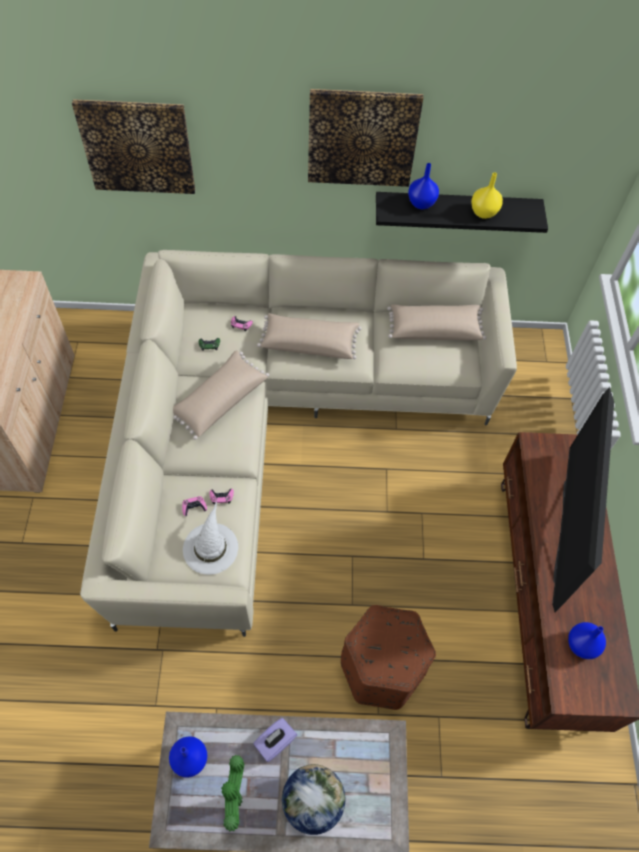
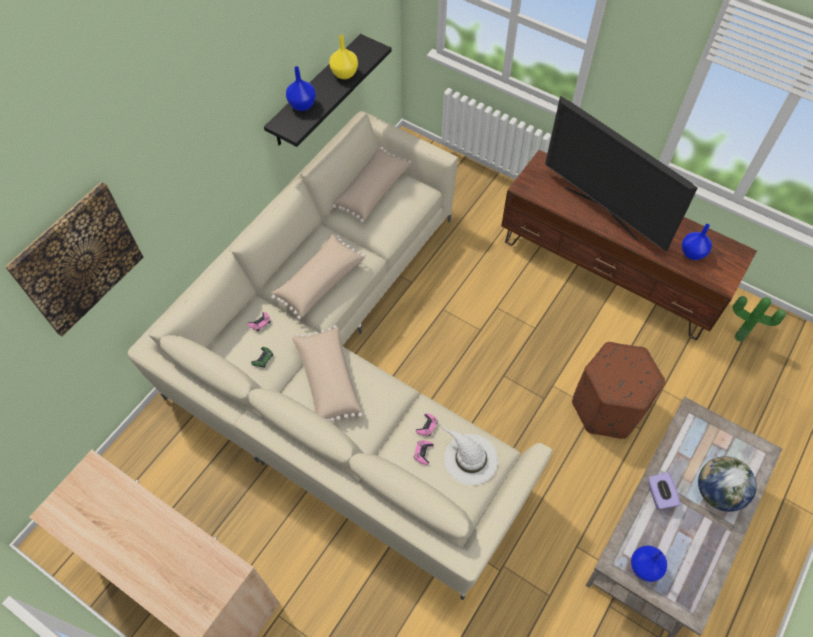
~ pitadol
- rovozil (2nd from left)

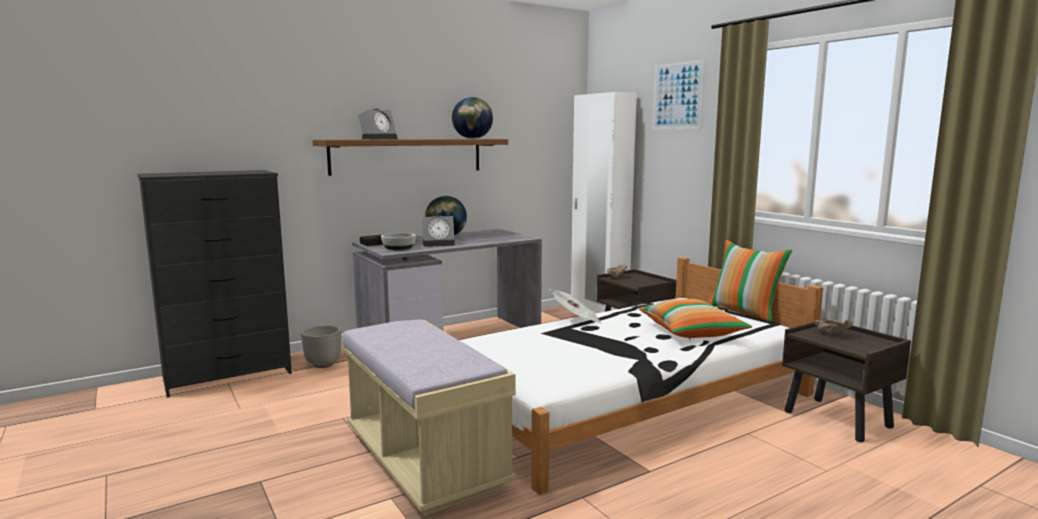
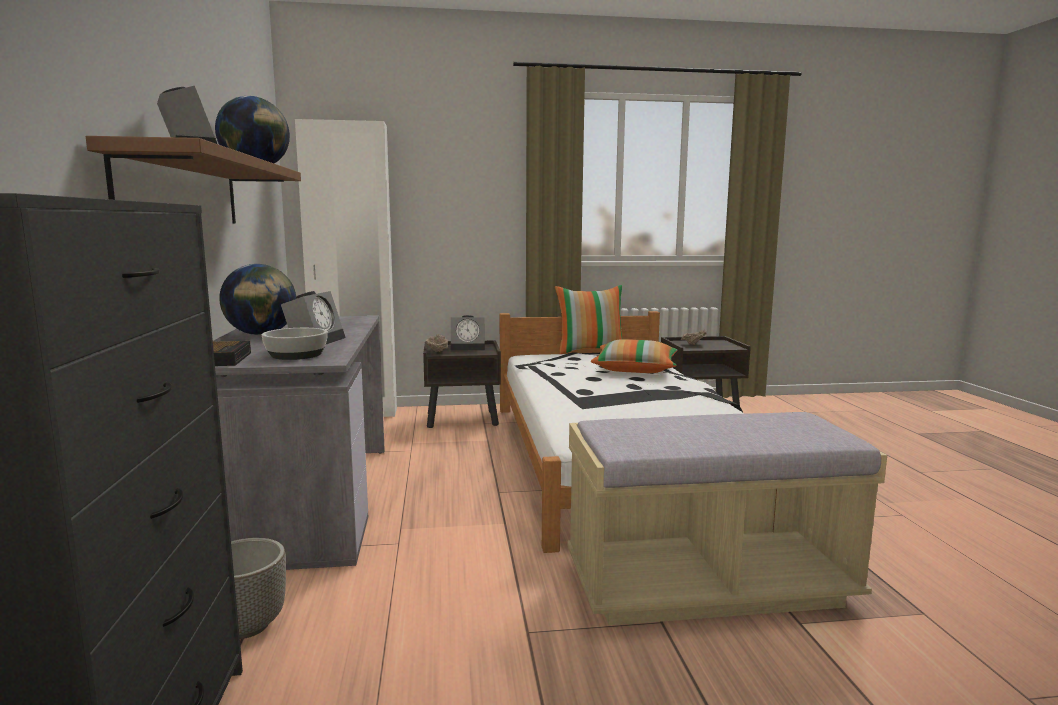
- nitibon
- rovozil
+ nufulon (4th from left)

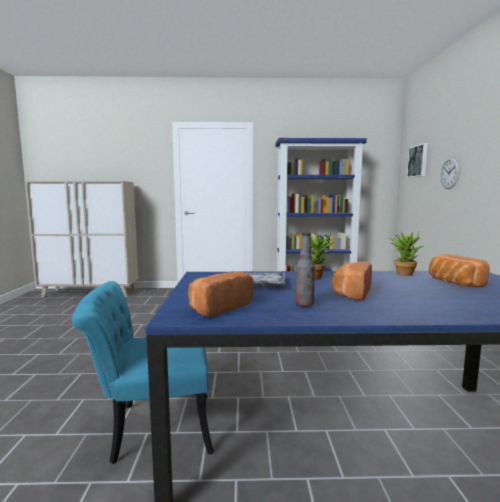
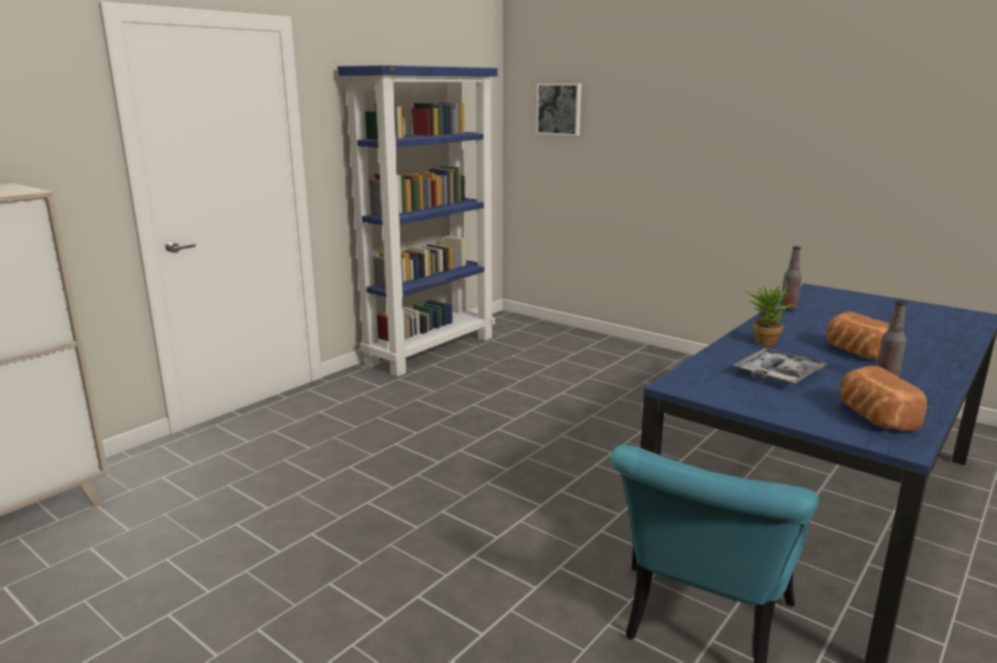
~ pitadol (2nd from left) to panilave (1st from left)
- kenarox (3rd from left)
- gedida

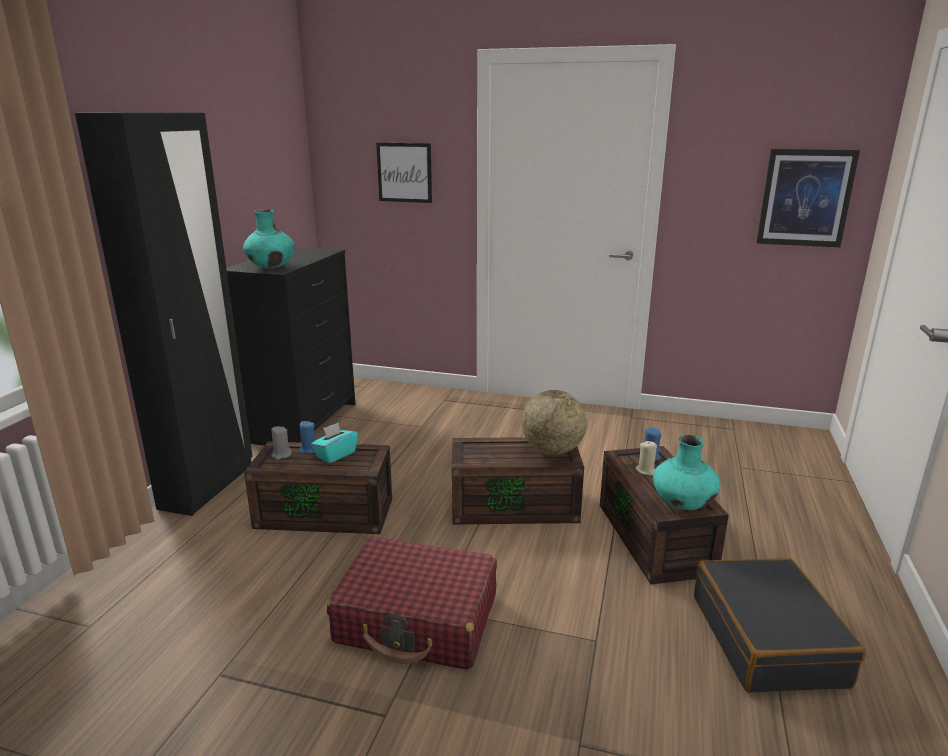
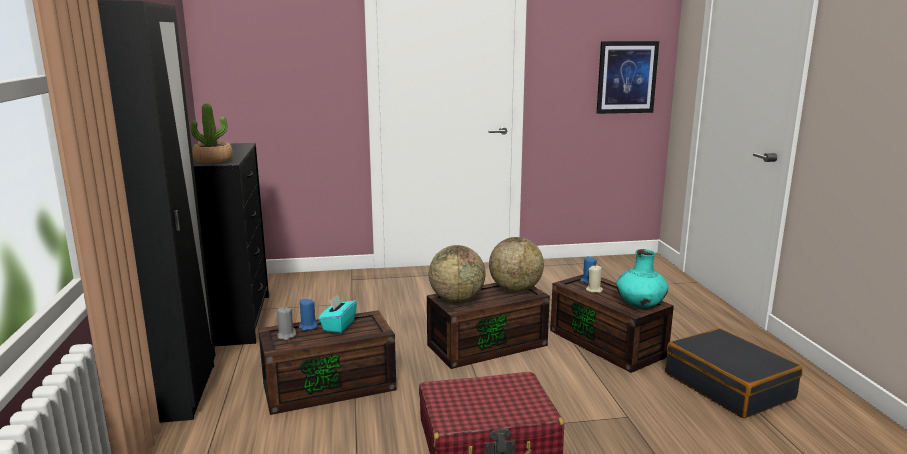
~ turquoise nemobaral (1st from left) to pitadol
- rovozil (1st from left)
+ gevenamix (1st from left)

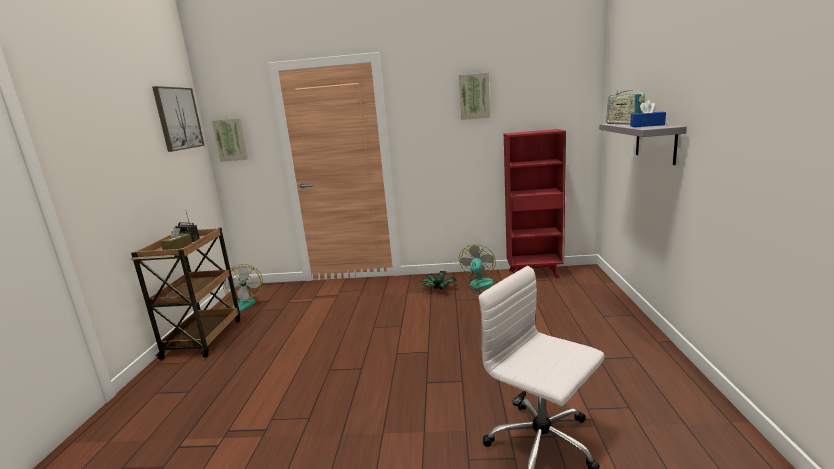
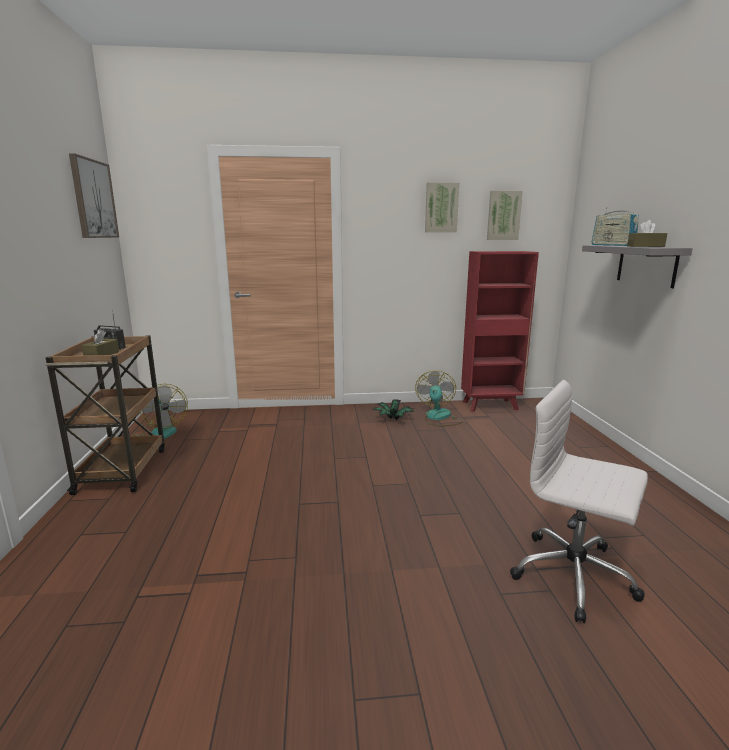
~ rovozil (2nd from left in the first image) to rovozil (3rd from left)
~ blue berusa to brown berusa (2nd from left)

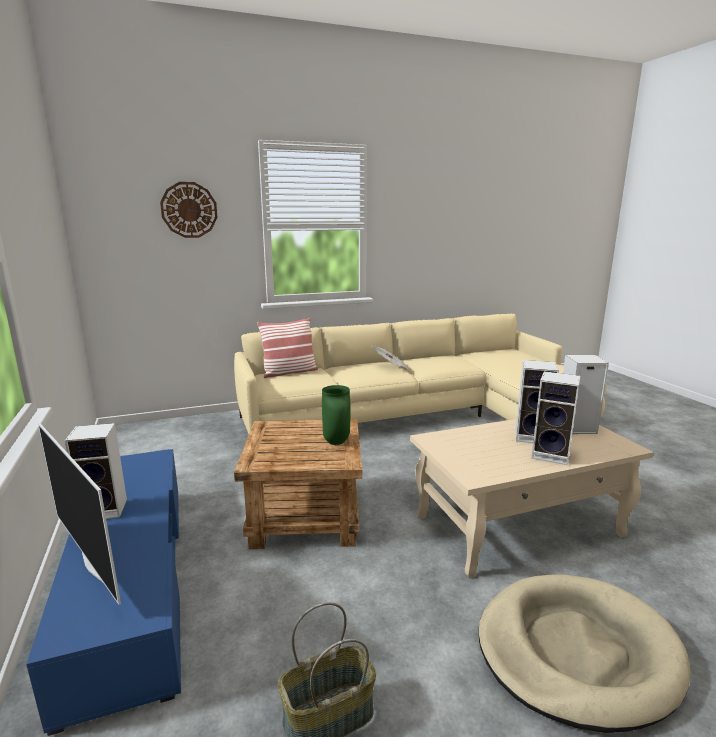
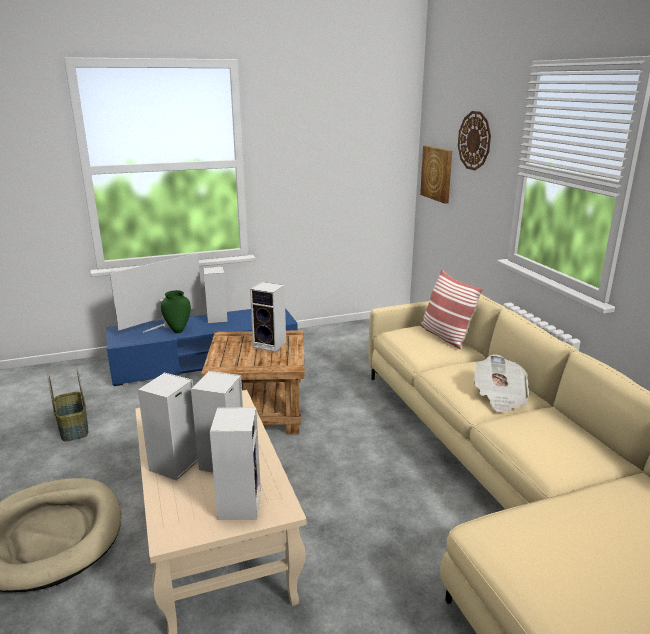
~ green nemobaral
+ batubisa (5th from left)
+ rovozil

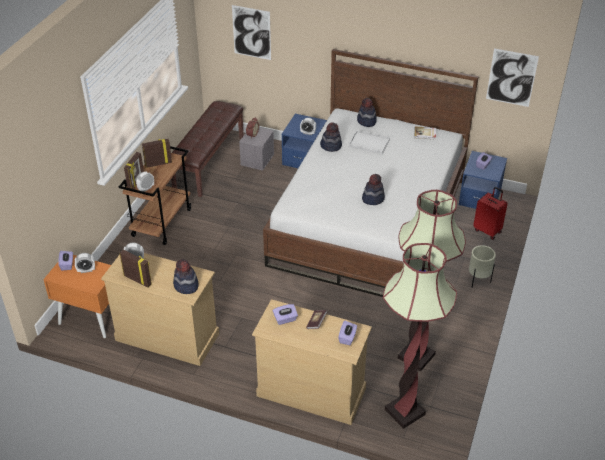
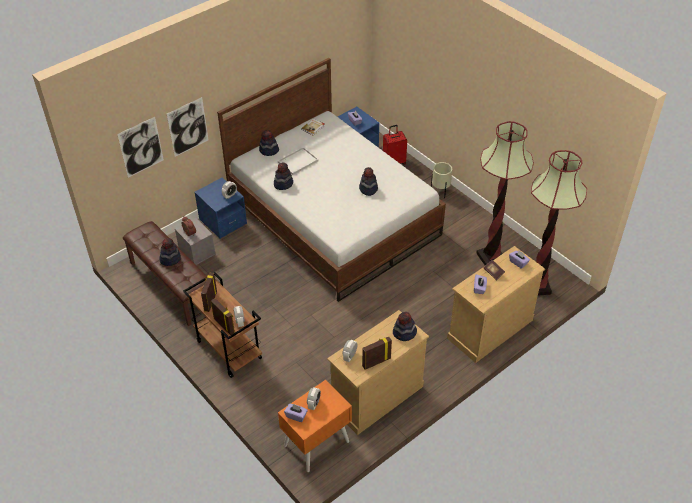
~ rovozil (2nd from left)
+ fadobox (1st from left)

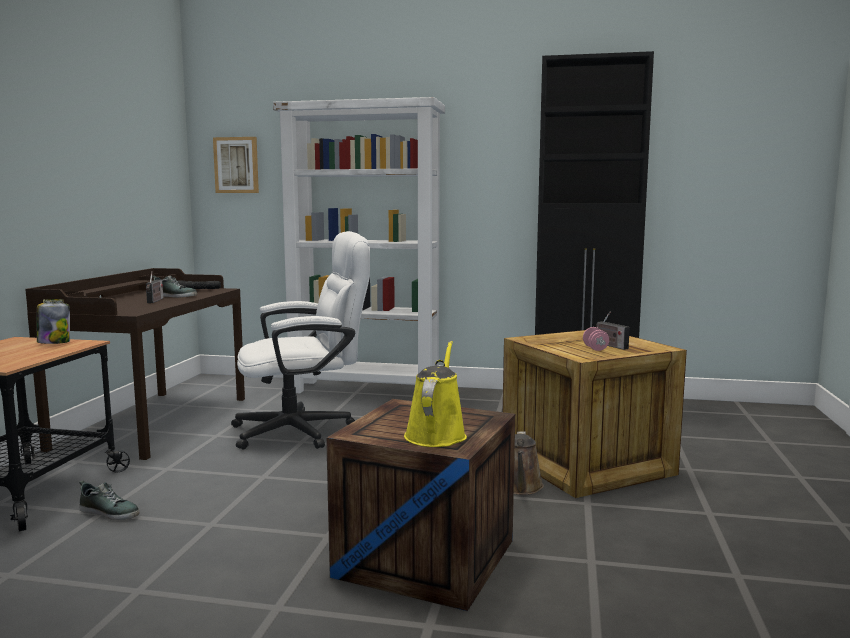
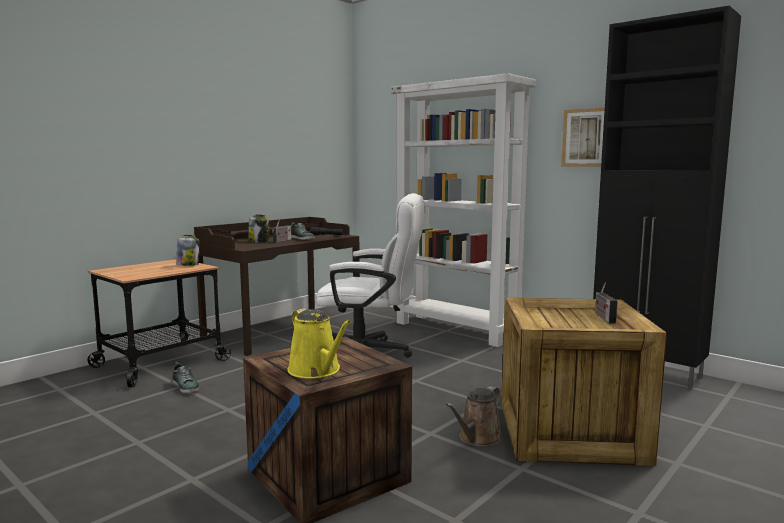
~ rovozil
~ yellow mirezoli 105 degrees clockwise
- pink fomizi
+ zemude (2nd from left)

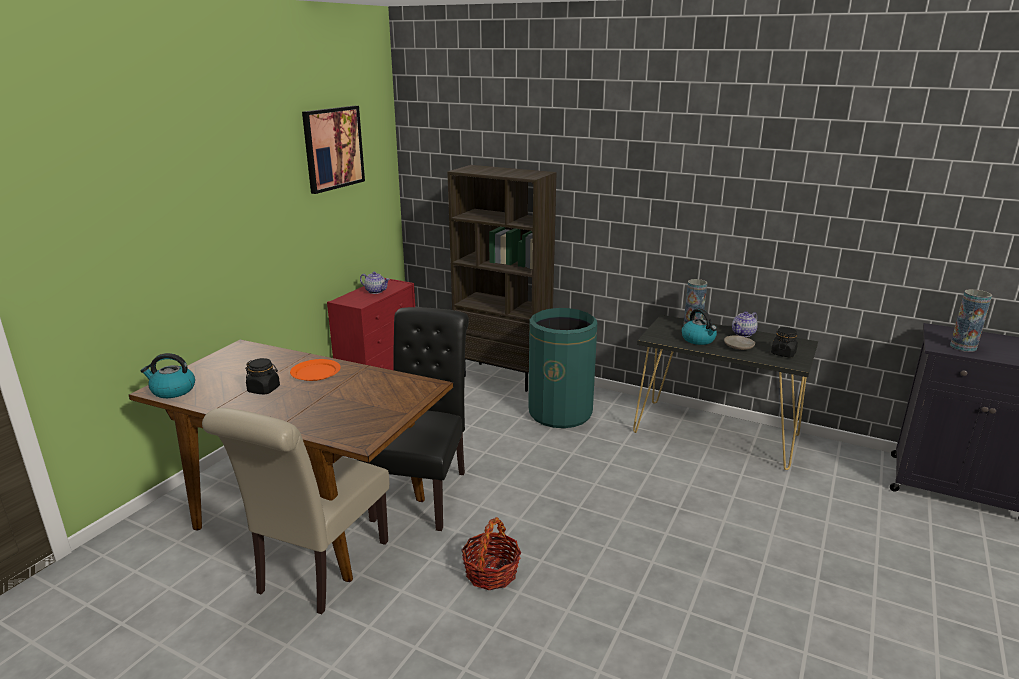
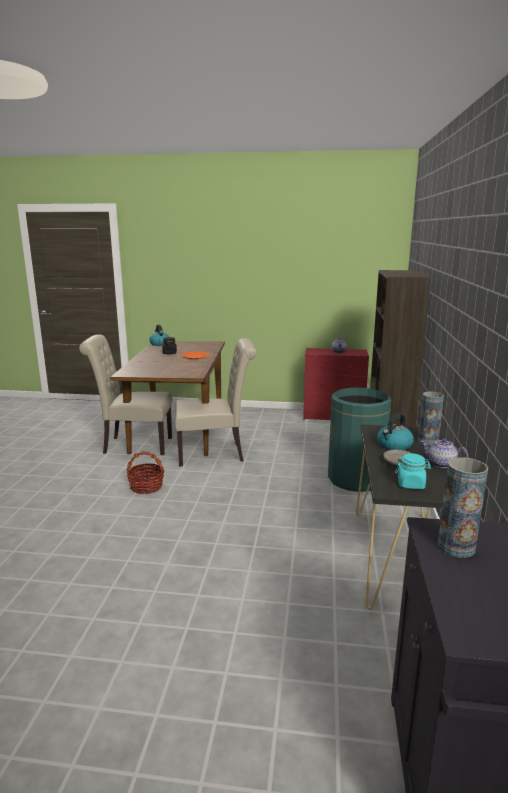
- rovozil
~ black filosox to beige filosox (2nd from left)
~ black zemude (2nd from left) to turquoise zemude

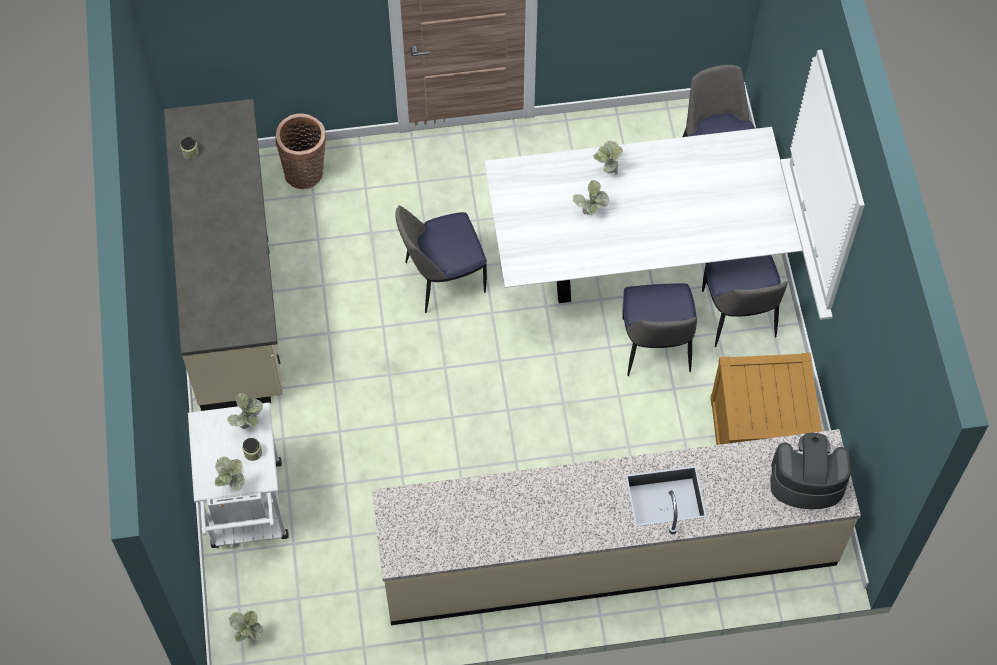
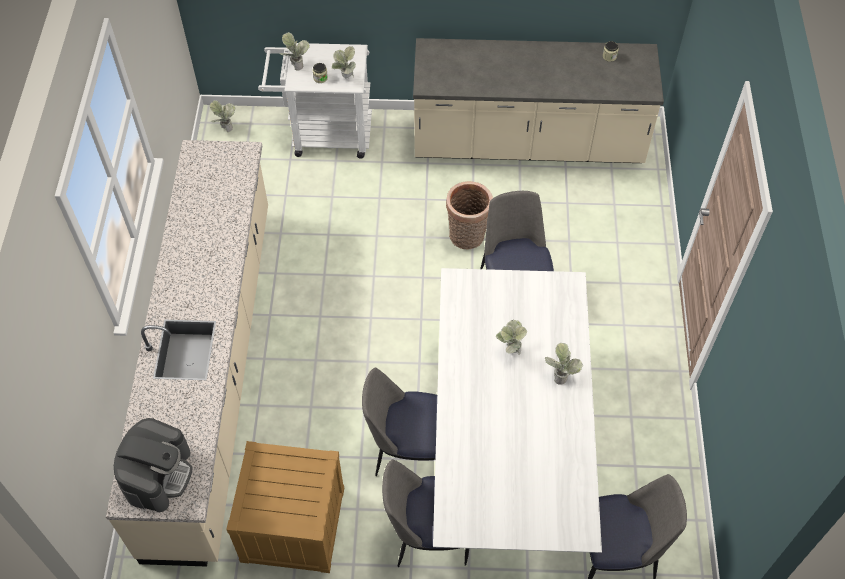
~ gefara

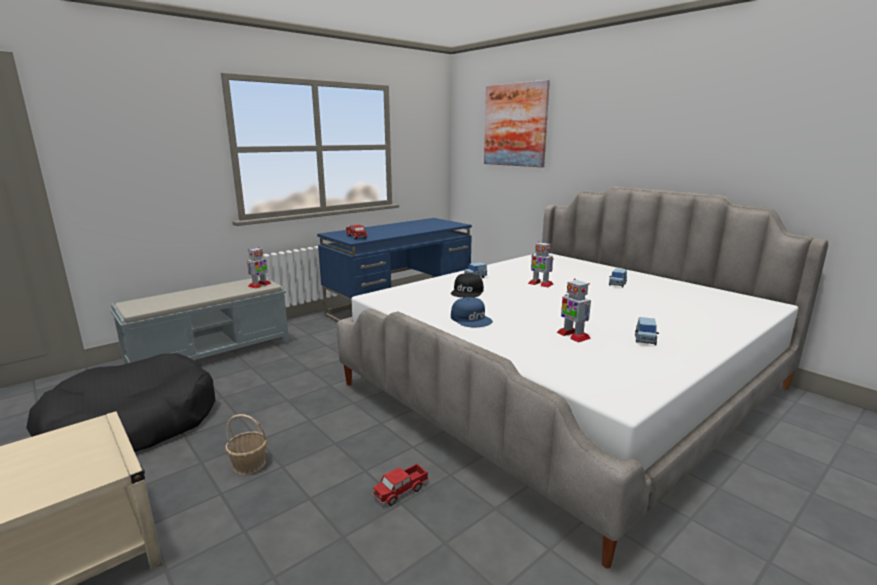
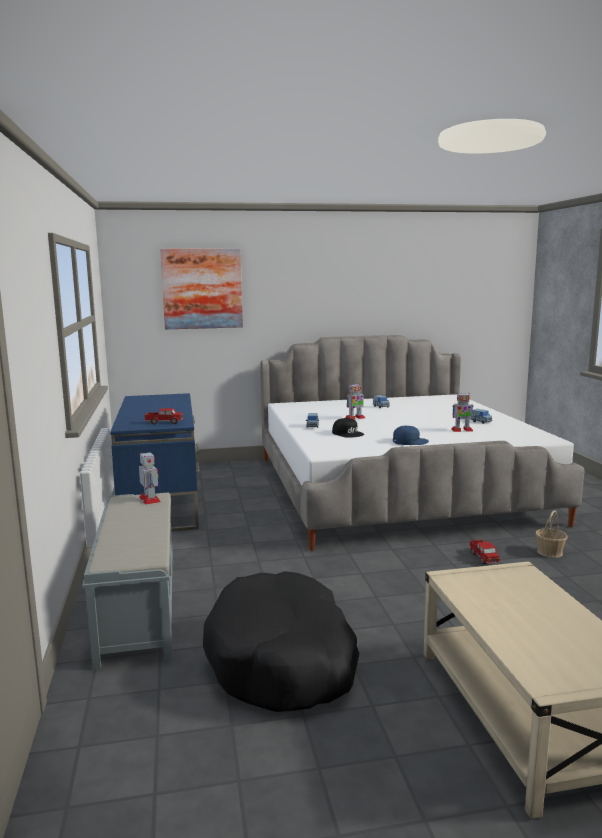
~ gefara

